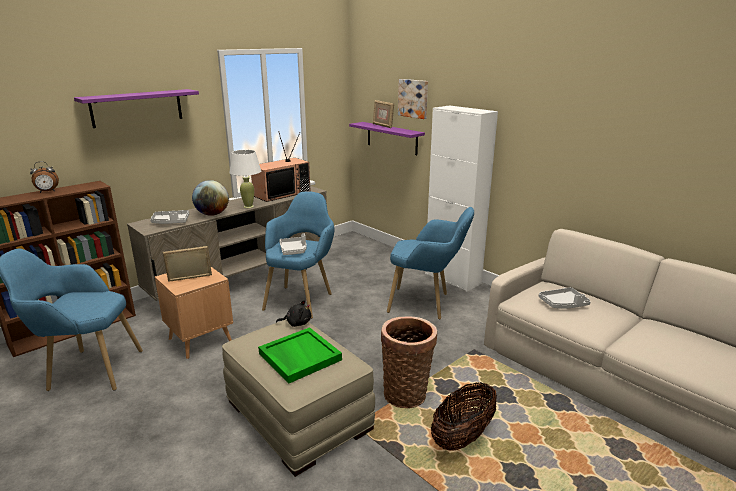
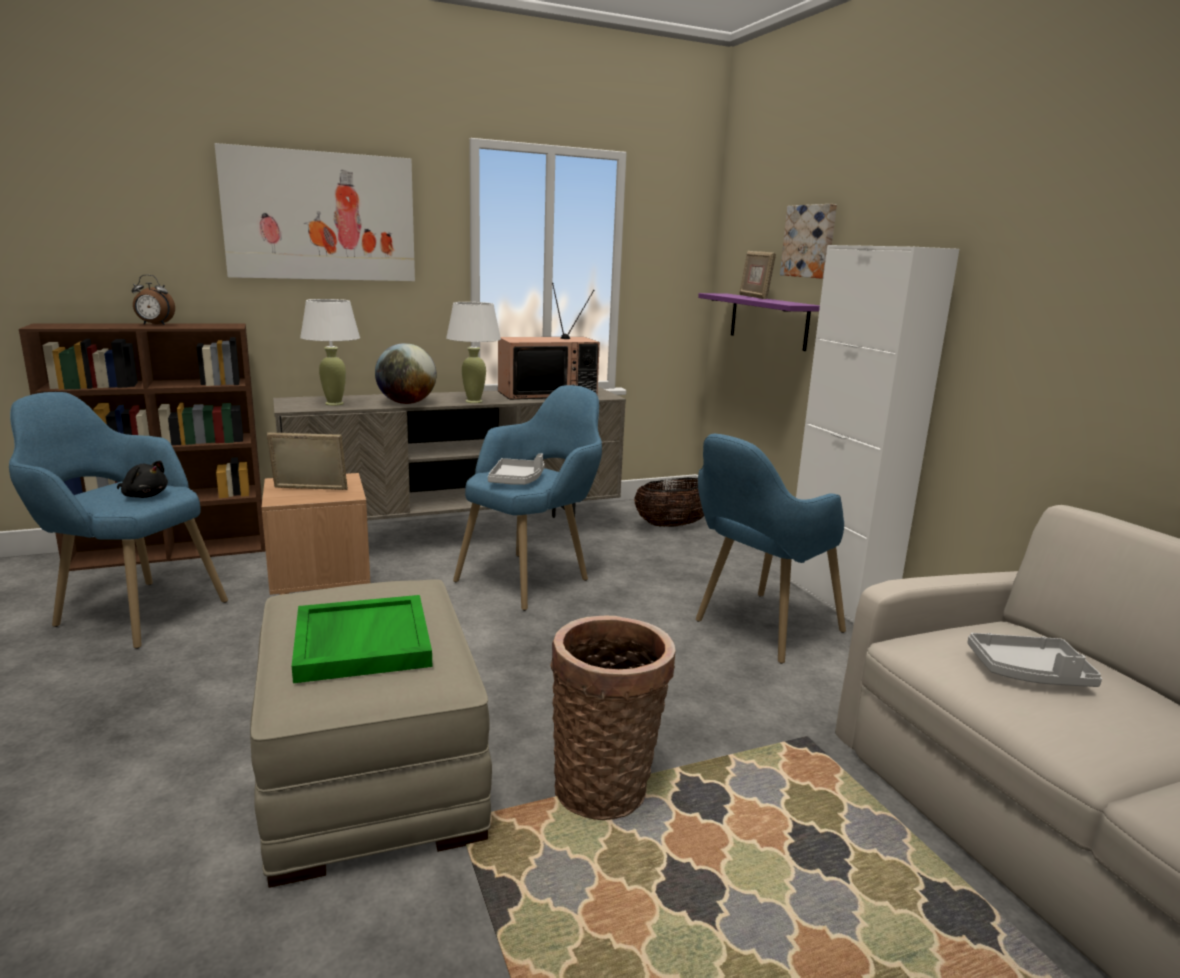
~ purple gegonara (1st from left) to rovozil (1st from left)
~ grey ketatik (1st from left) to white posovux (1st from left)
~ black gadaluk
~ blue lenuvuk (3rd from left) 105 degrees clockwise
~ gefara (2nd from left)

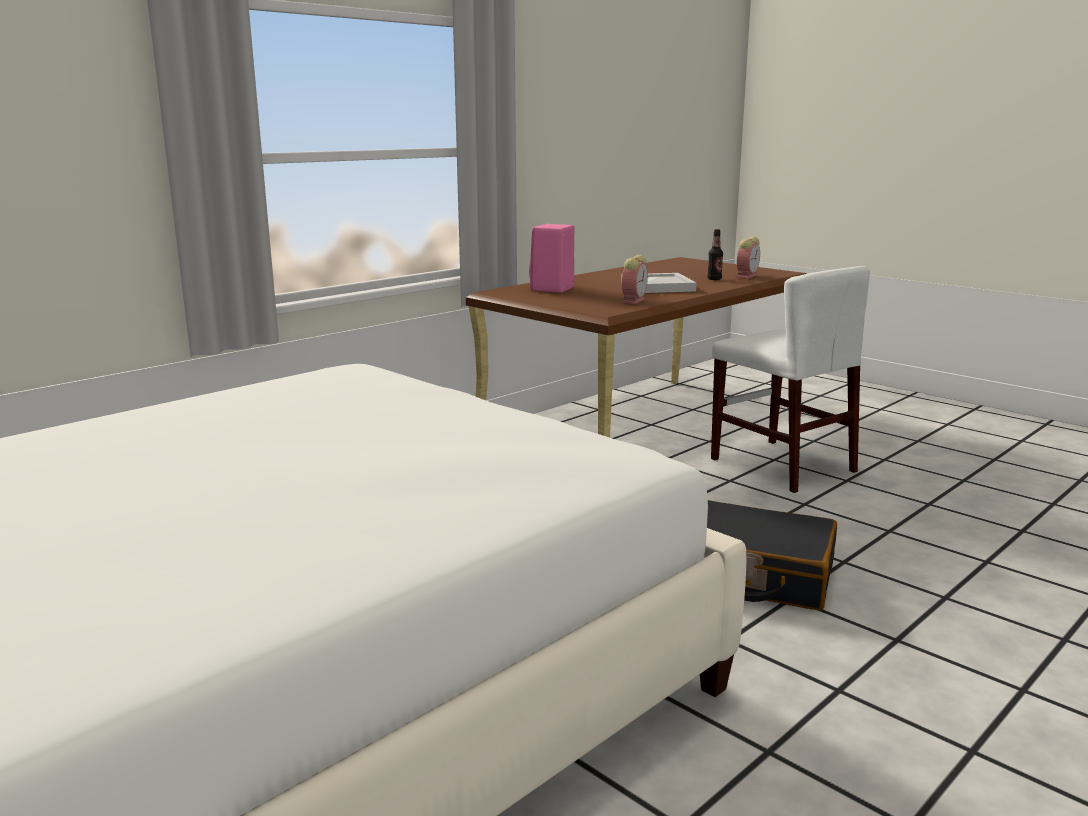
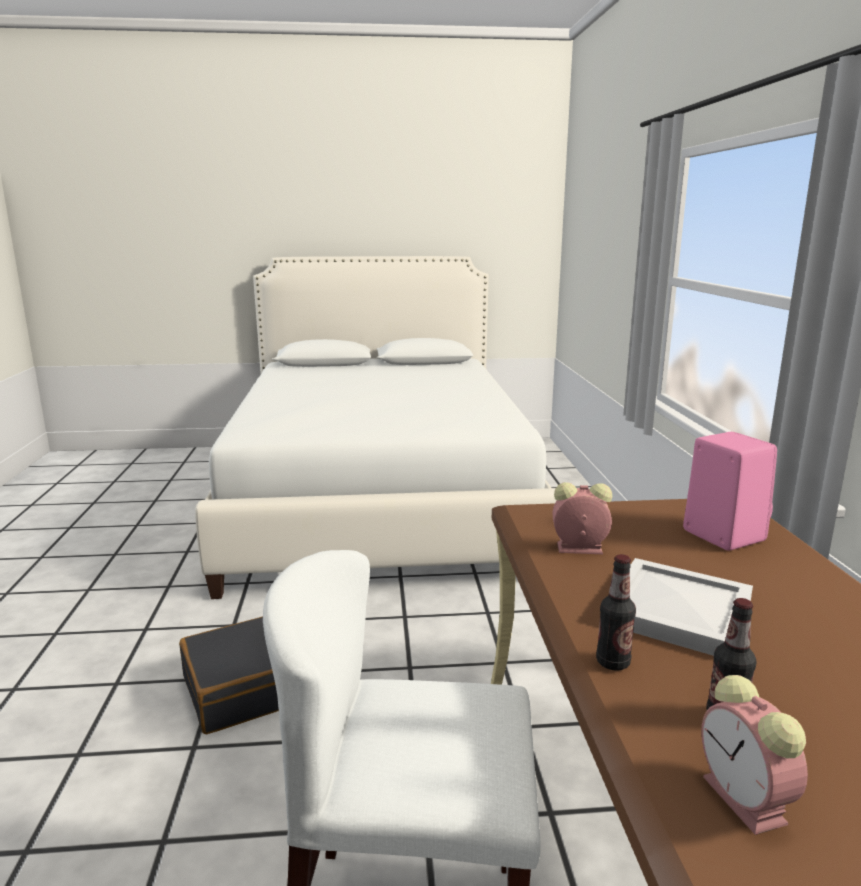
~ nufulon (1st from left) 120 degrees clockwise
+ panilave (1st from left)

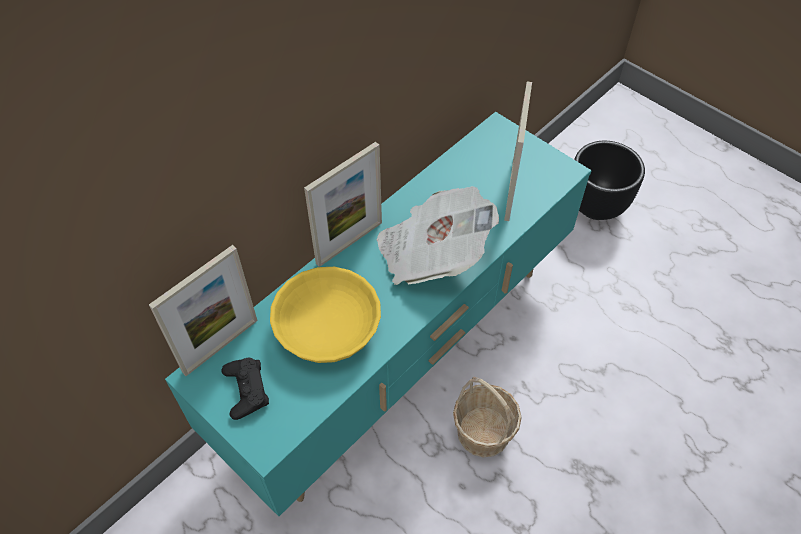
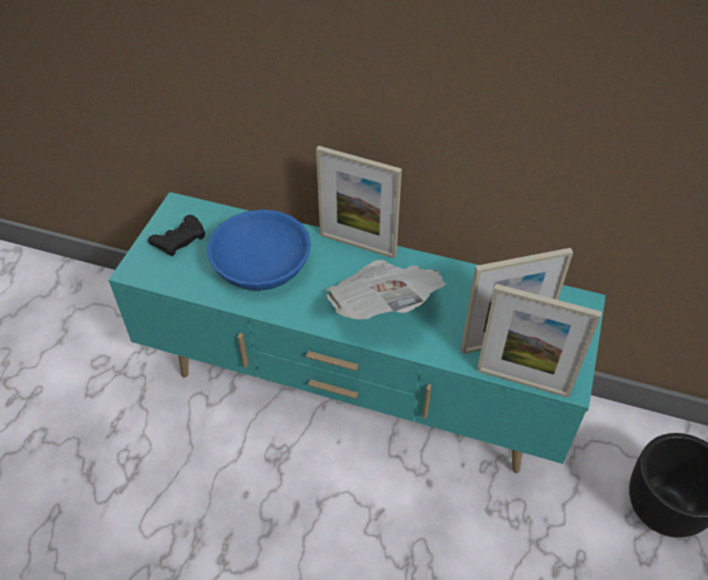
~ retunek (1st from left in the first image) to retunek (3rd from left)
~ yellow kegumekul to blue kegumekul
- gefara

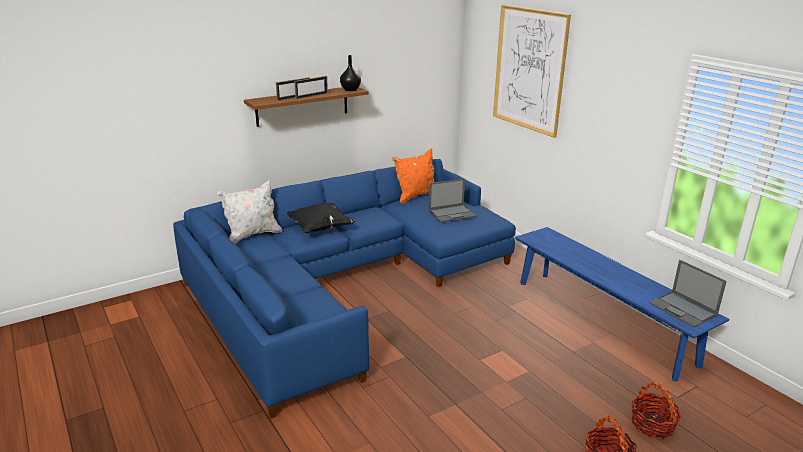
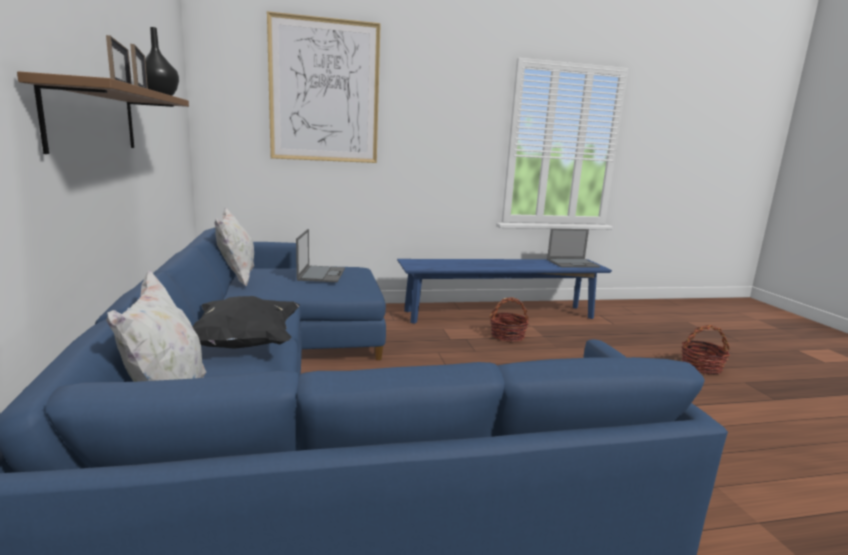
~ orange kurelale to white kurelale (2nd from left)
~ gefara (2nd from left in the first image) to gefara (1st from left)

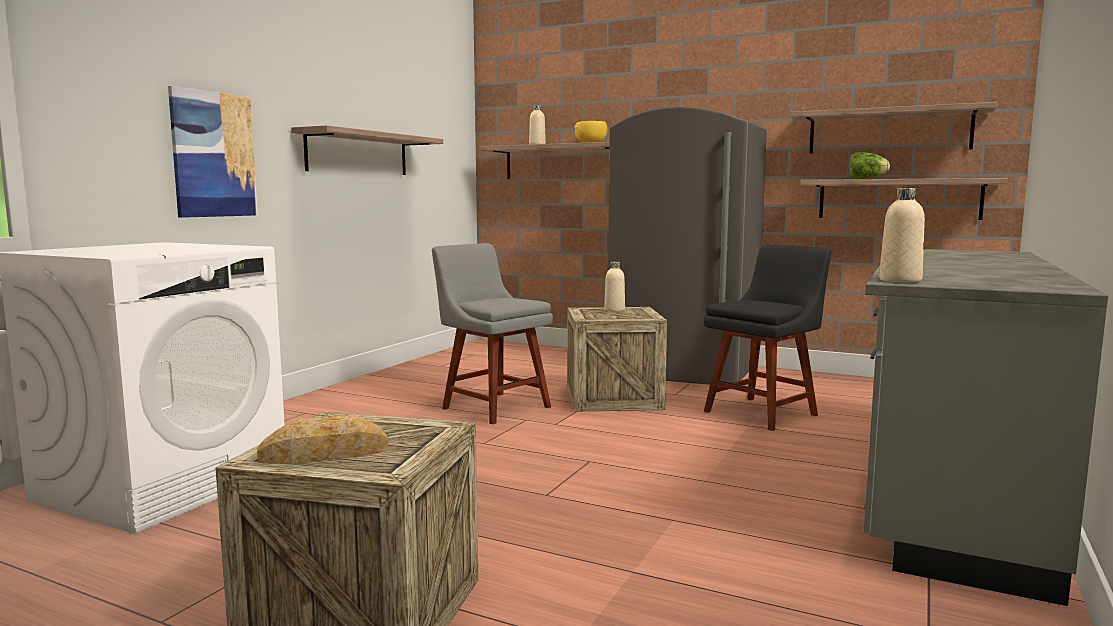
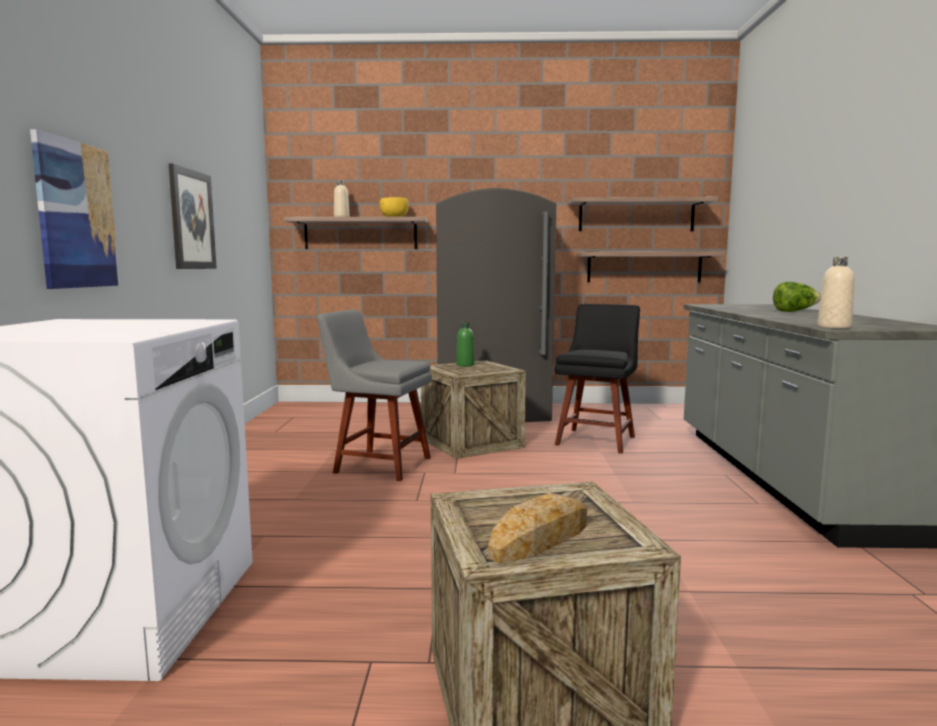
~ gegonara (1st from left) to rovozil (2nd from left)
~ beige panilave (2nd from left) to green panilave
~ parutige

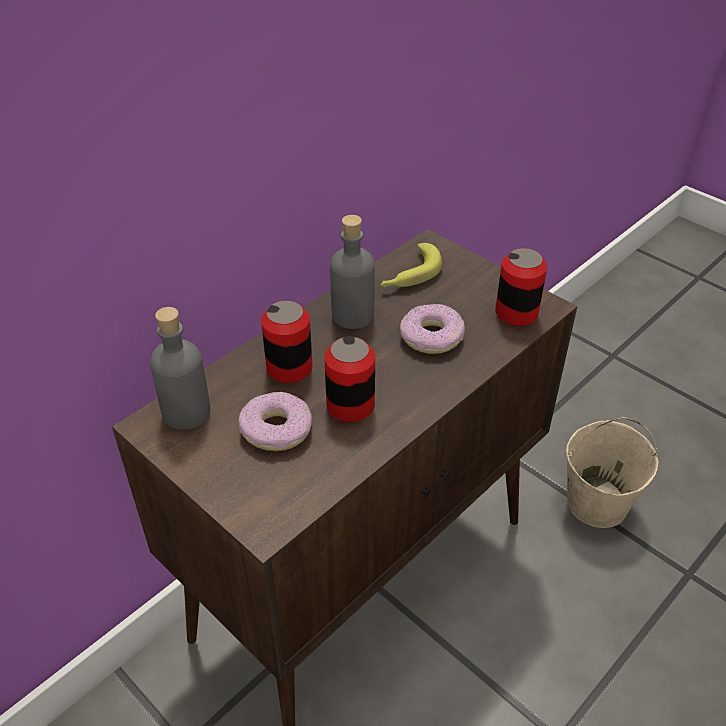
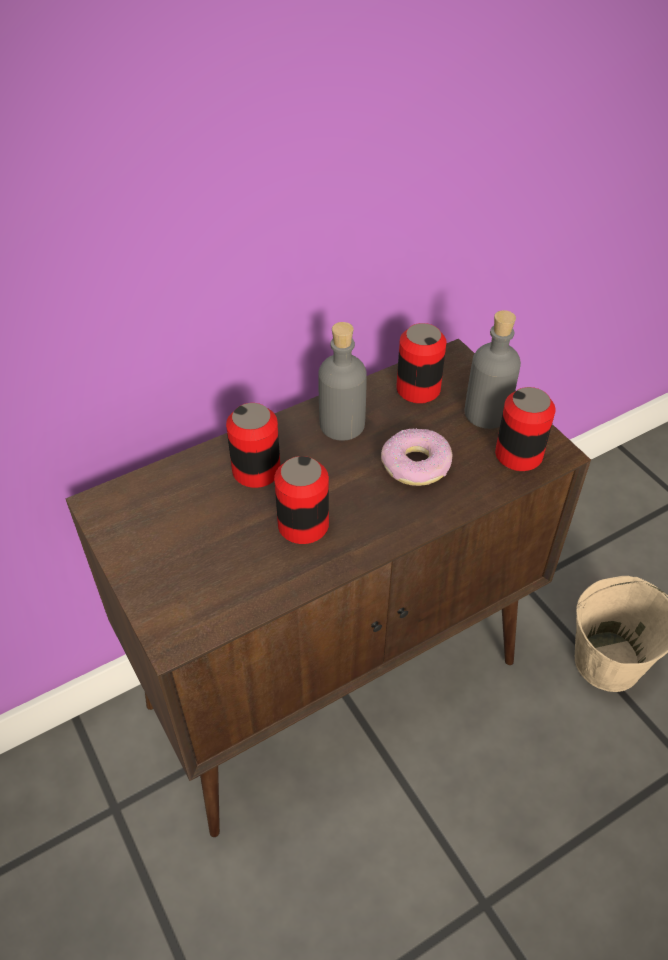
~ grey panilave (1st from left in the first image) to grey panilave (2nd from left)
- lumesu (1st from left)
~ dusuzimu to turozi (3rd from left)

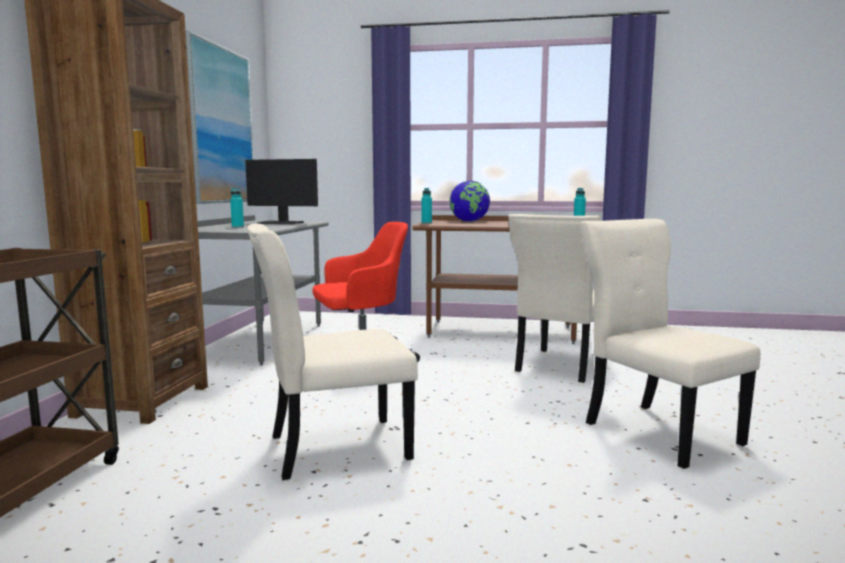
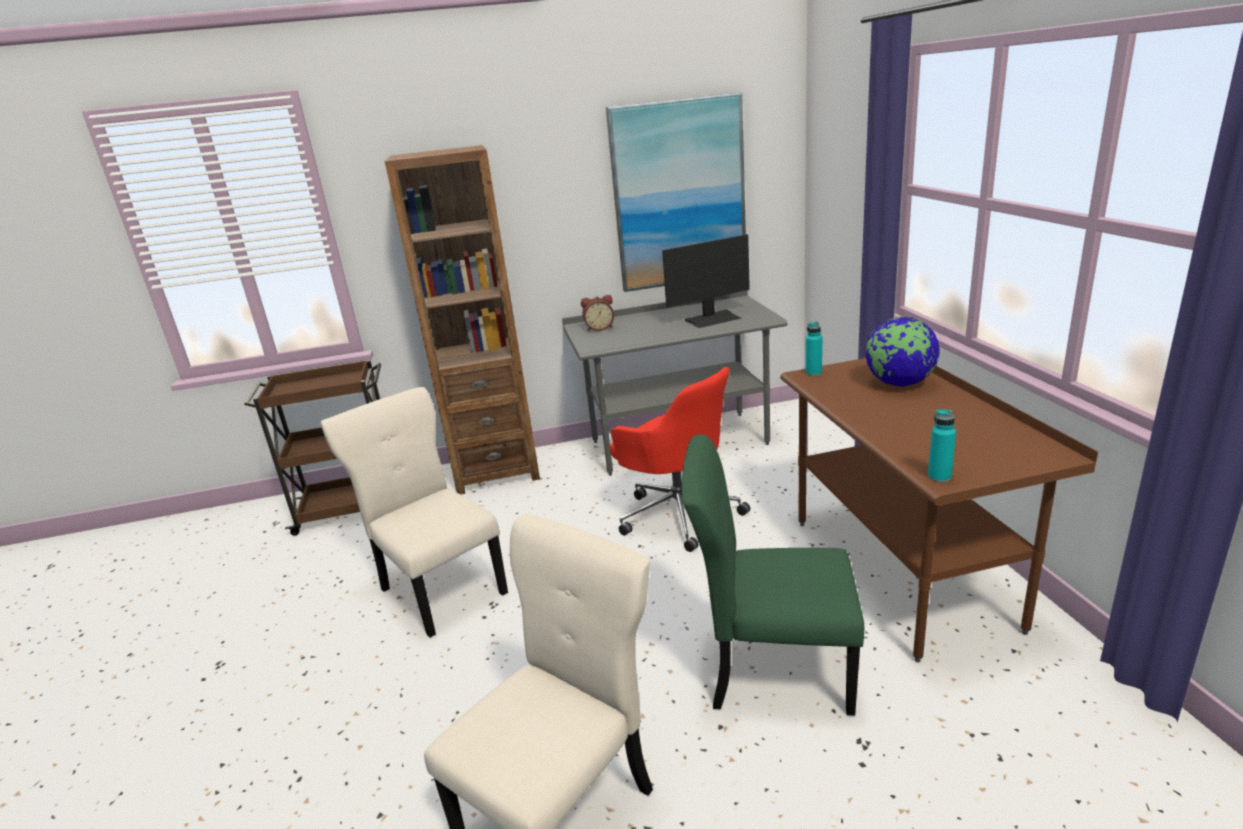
- turquoise panilave (1st from left)
~ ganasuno 105 degrees counterclockwise
~ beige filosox (2nd from left) to green filosox
+ nufulon

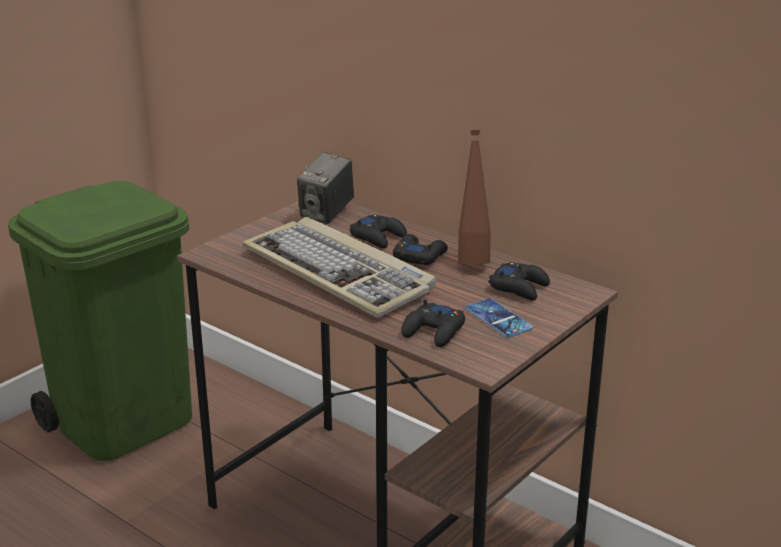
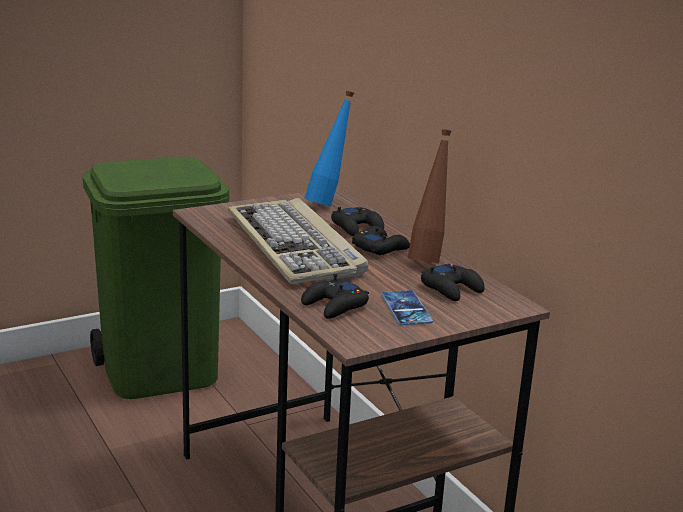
~ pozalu to blue panilave

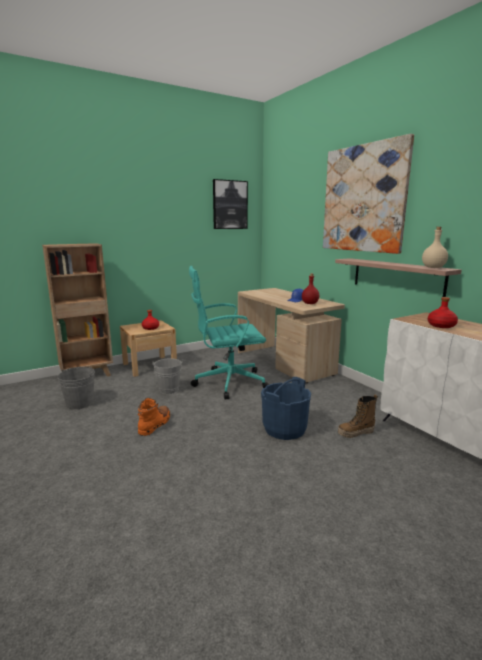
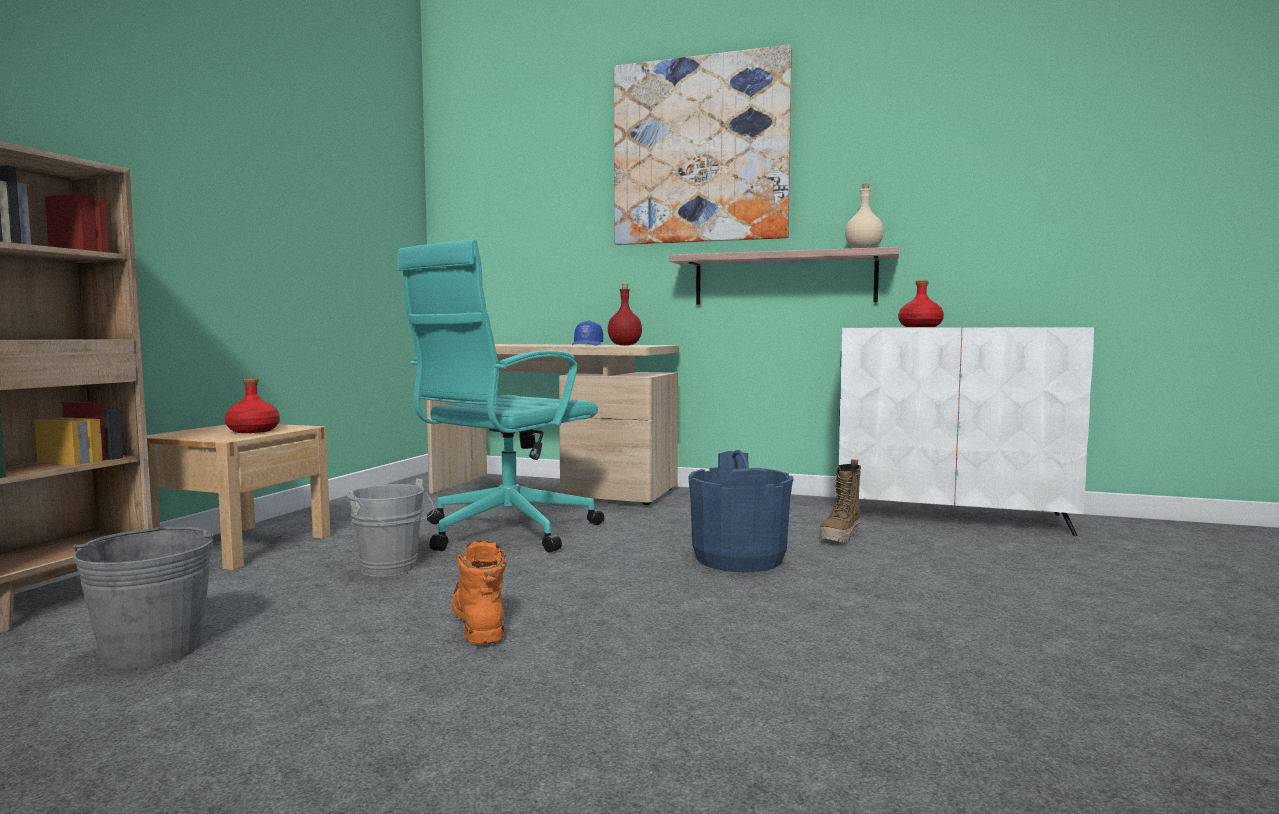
- rovozil (1st from left)

